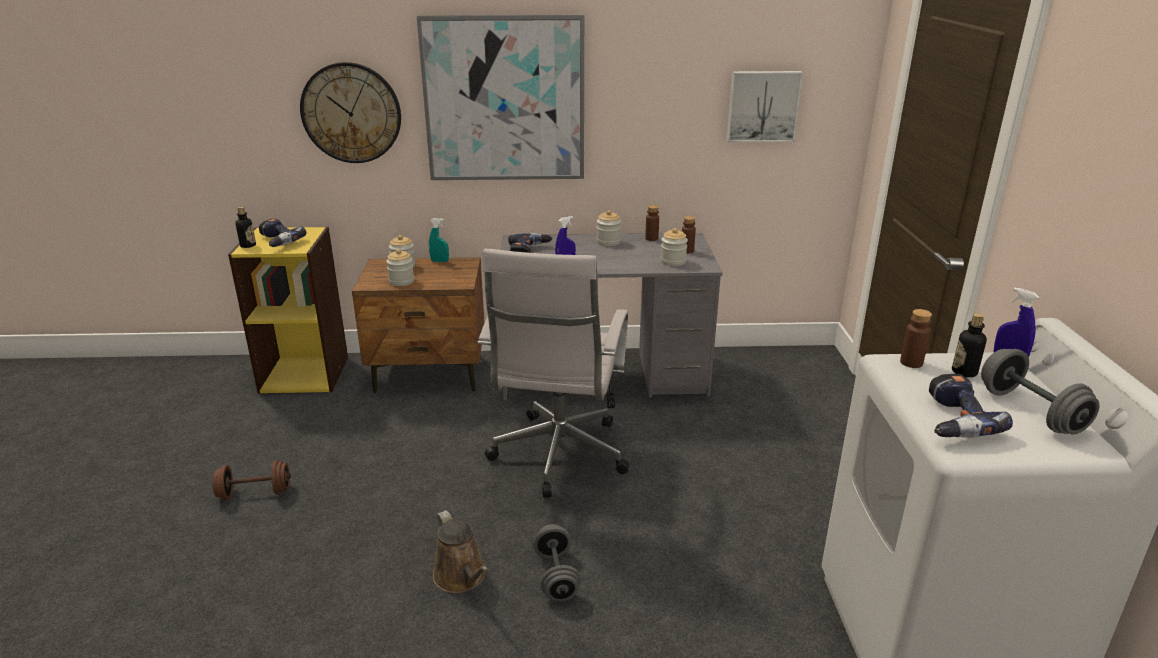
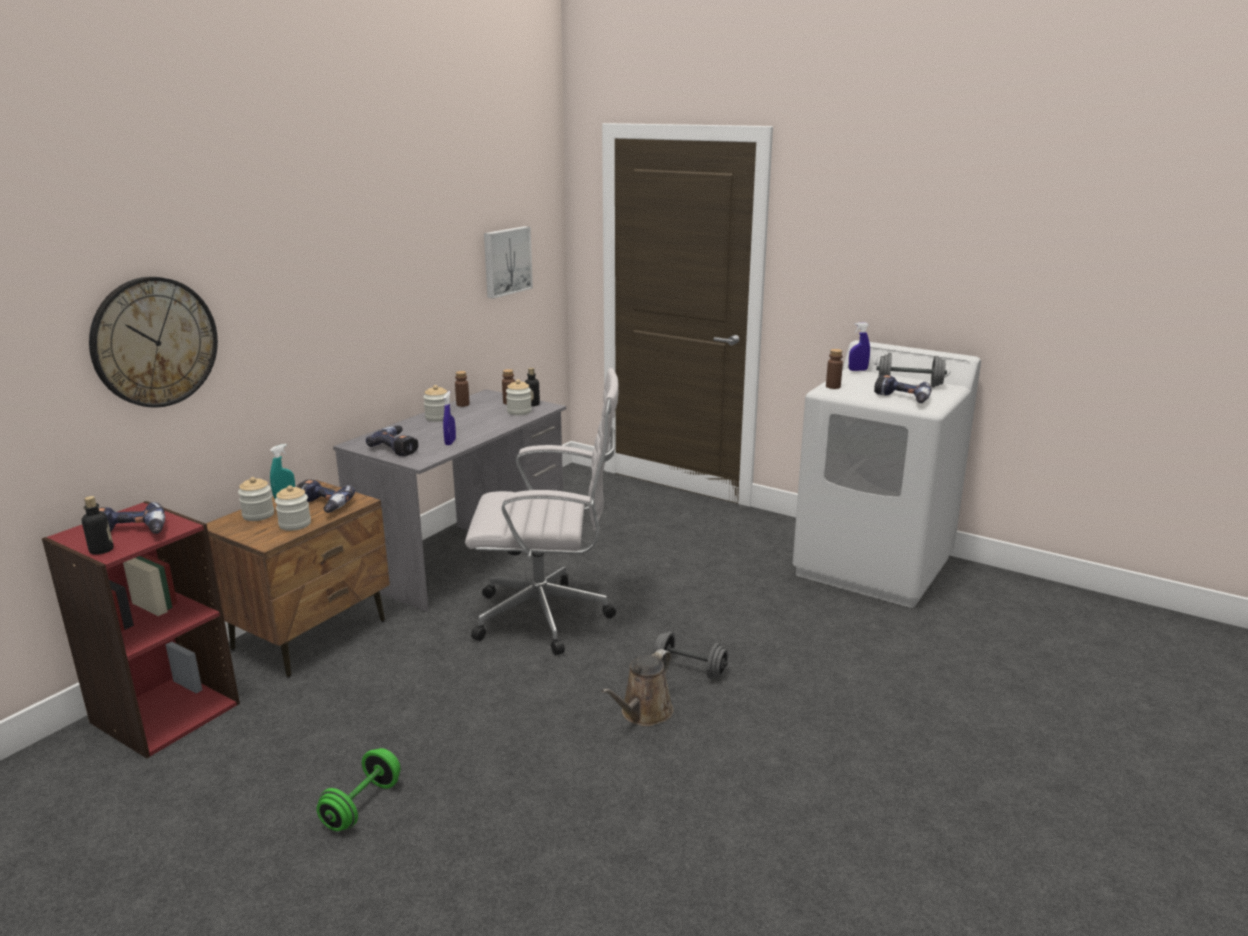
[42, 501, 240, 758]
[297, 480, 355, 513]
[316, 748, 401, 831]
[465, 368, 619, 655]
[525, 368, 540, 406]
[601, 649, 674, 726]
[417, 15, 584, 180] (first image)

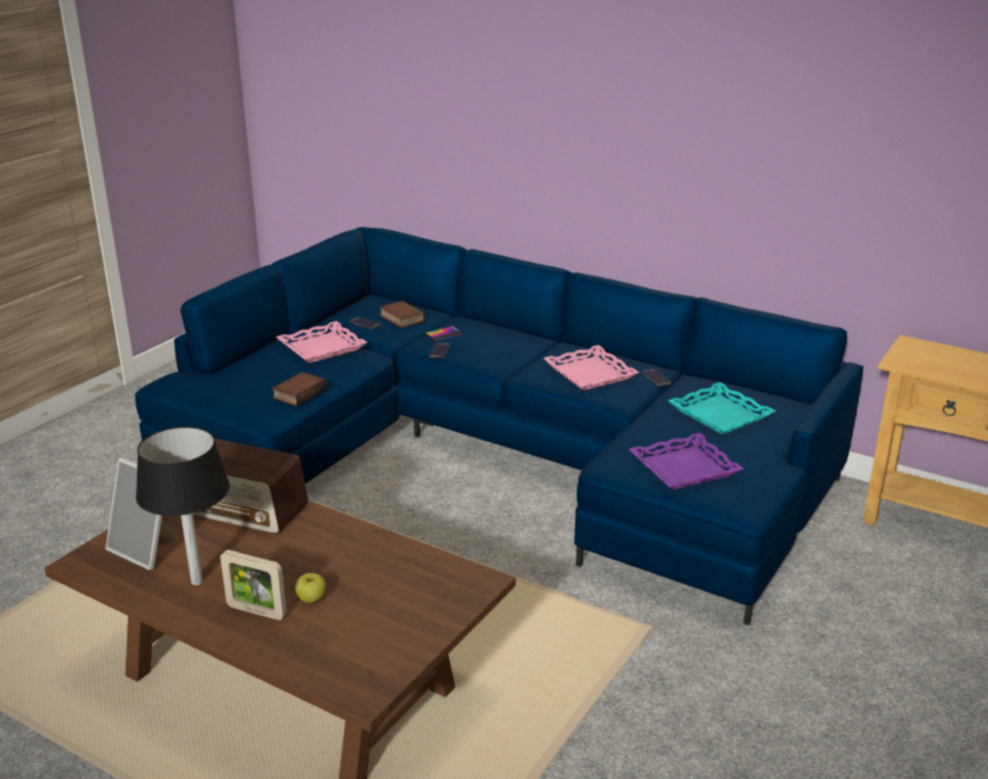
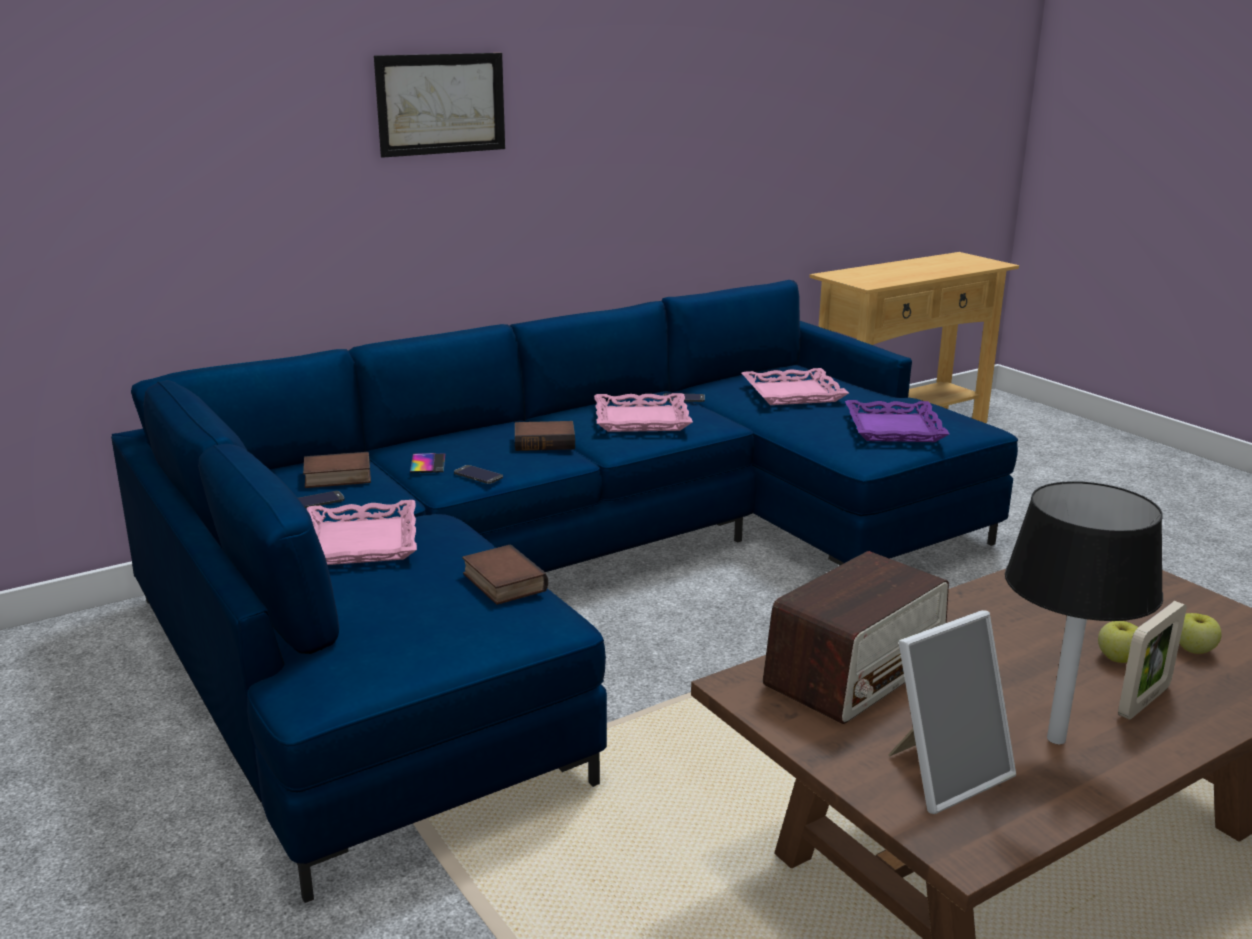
[374, 53, 505, 158]
[515, 421, 575, 451]
[742, 368, 849, 405]
[1179, 613, 1222, 654]

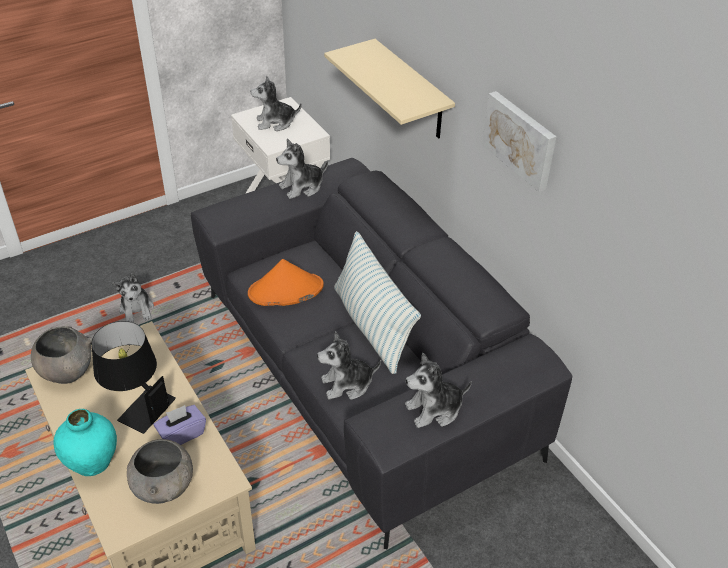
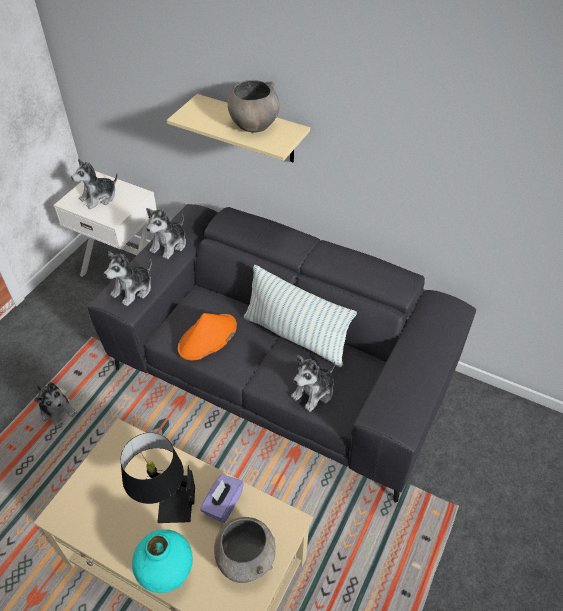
[104, 251, 151, 306]
[228, 80, 280, 133]
[482, 91, 557, 192] (first image)

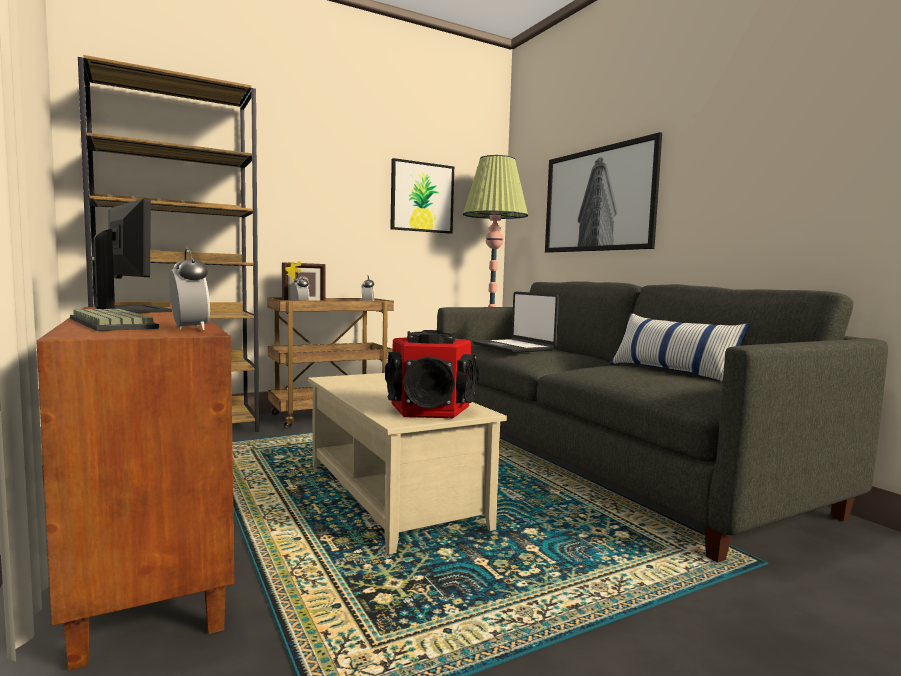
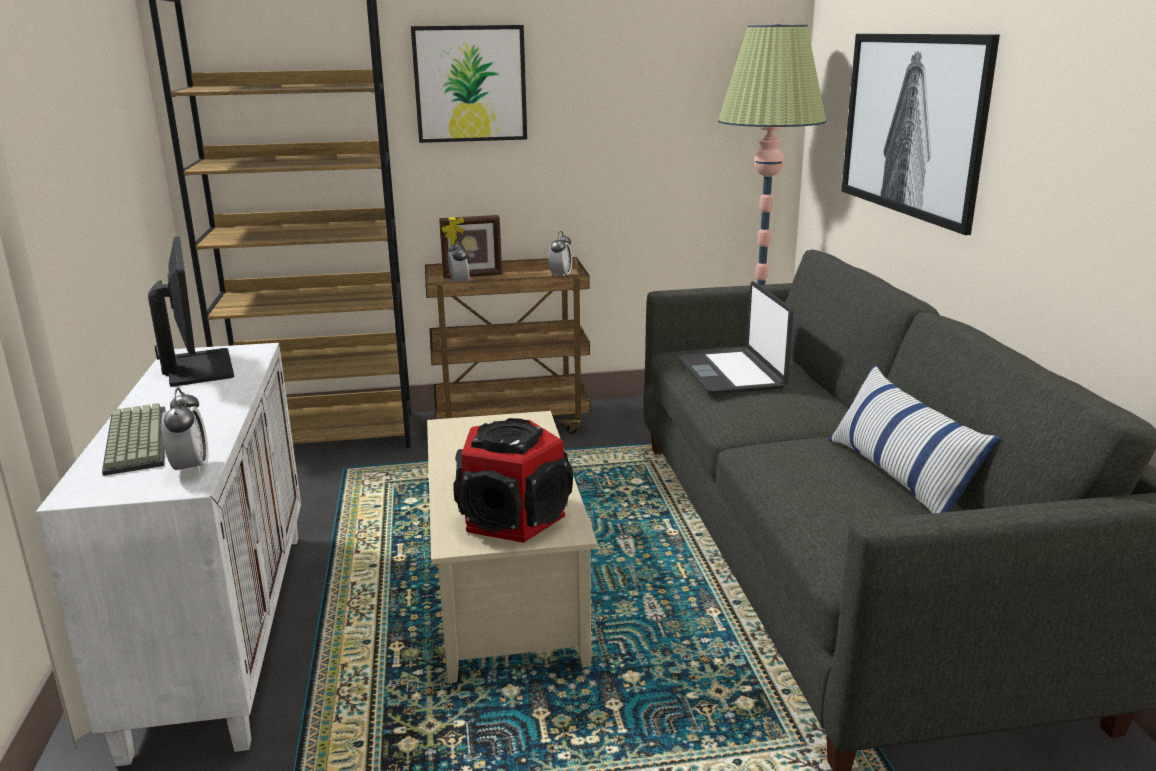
[36, 343, 301, 766]
[411, 25, 527, 143]

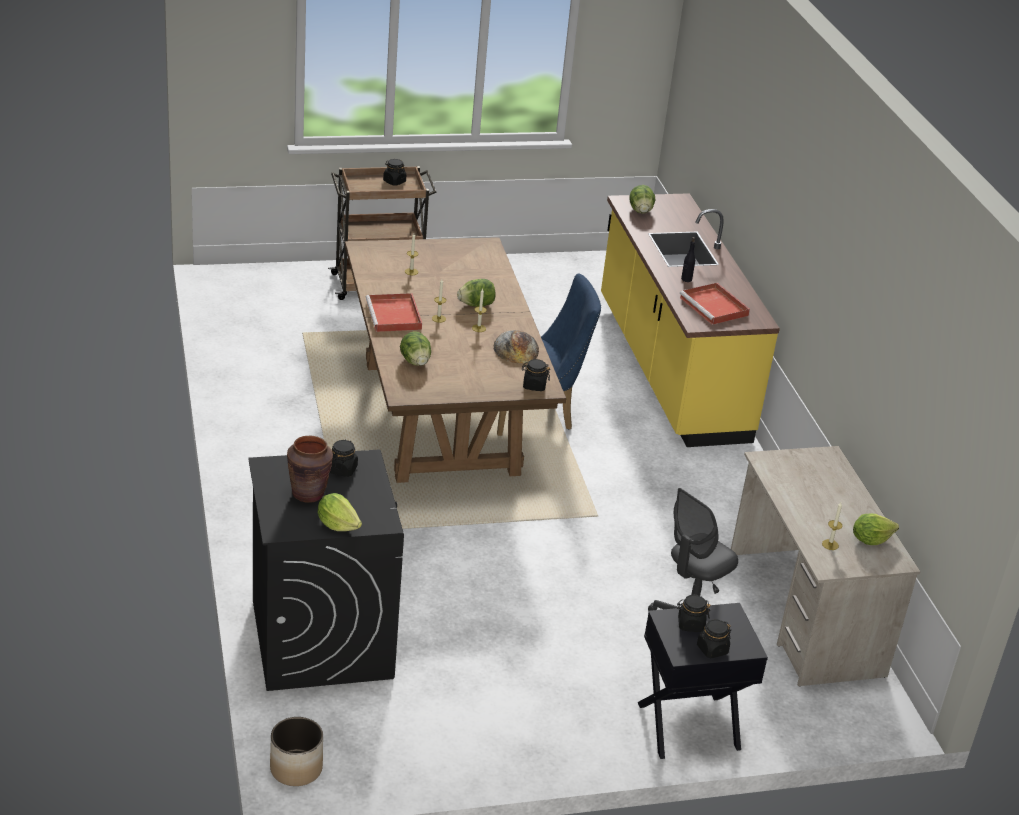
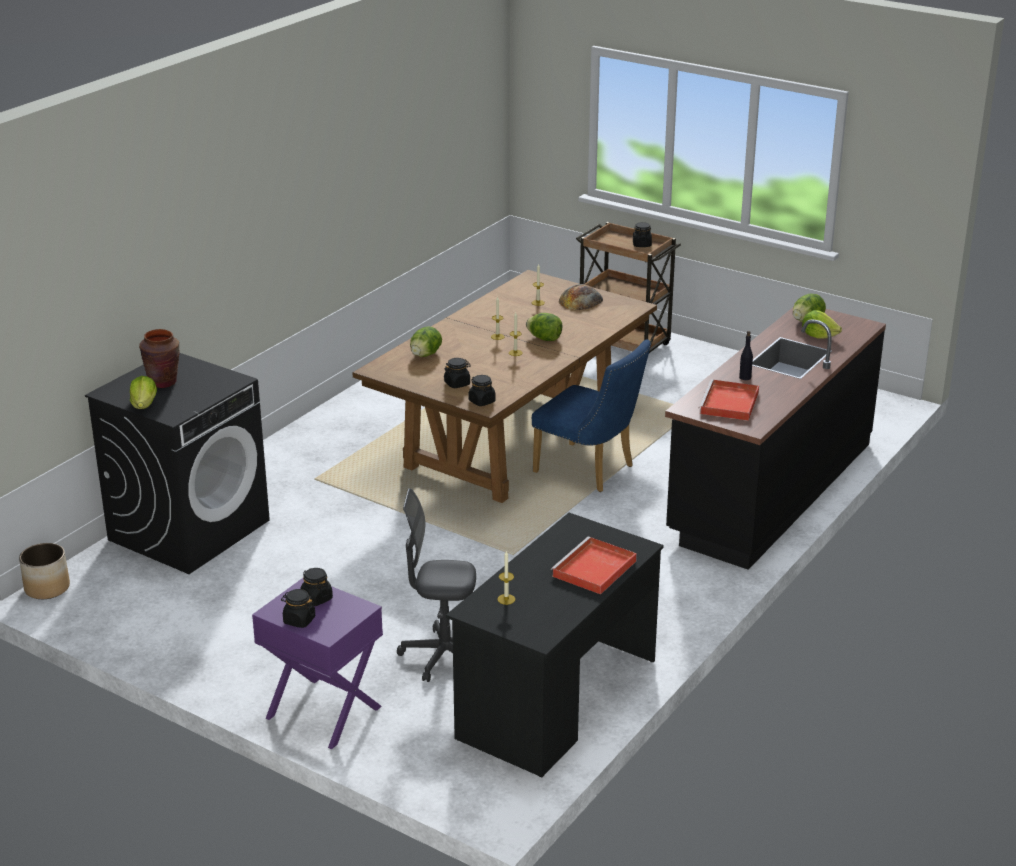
[252, 578, 383, 749]
[444, 358, 471, 388]
[446, 513, 664, 777]
[551, 537, 637, 594]
[559, 284, 603, 310]
[665, 308, 886, 570]
[802, 310, 842, 339]

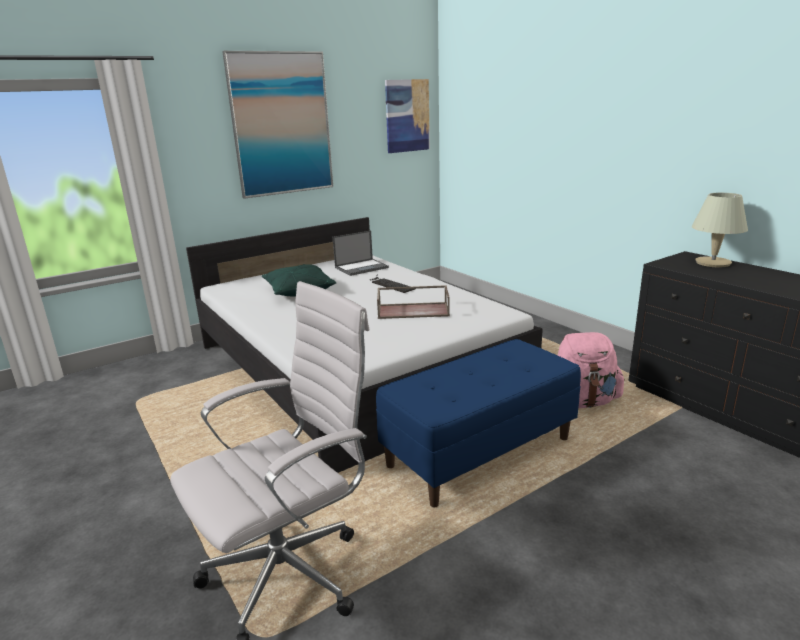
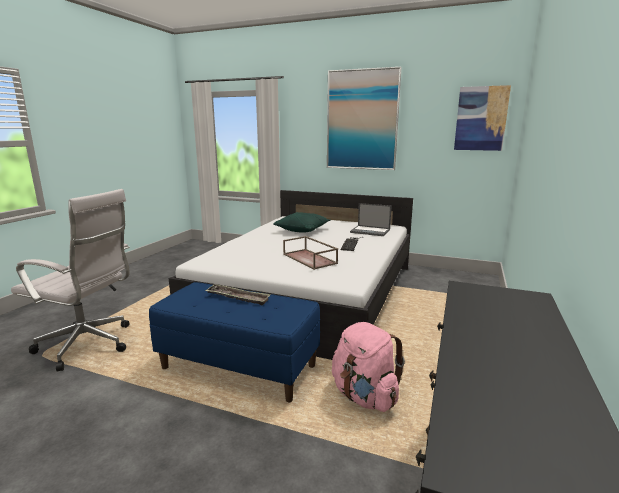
[205, 284, 271, 305]
[692, 193, 748, 267] (first image)

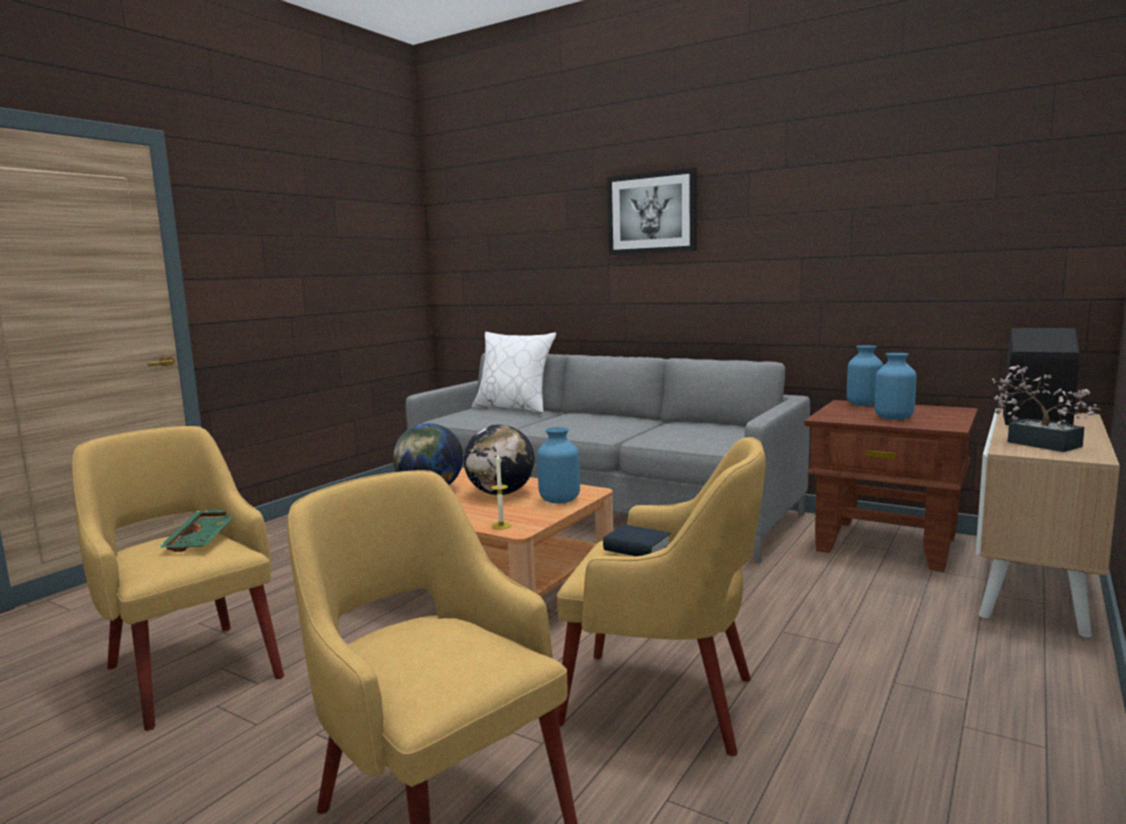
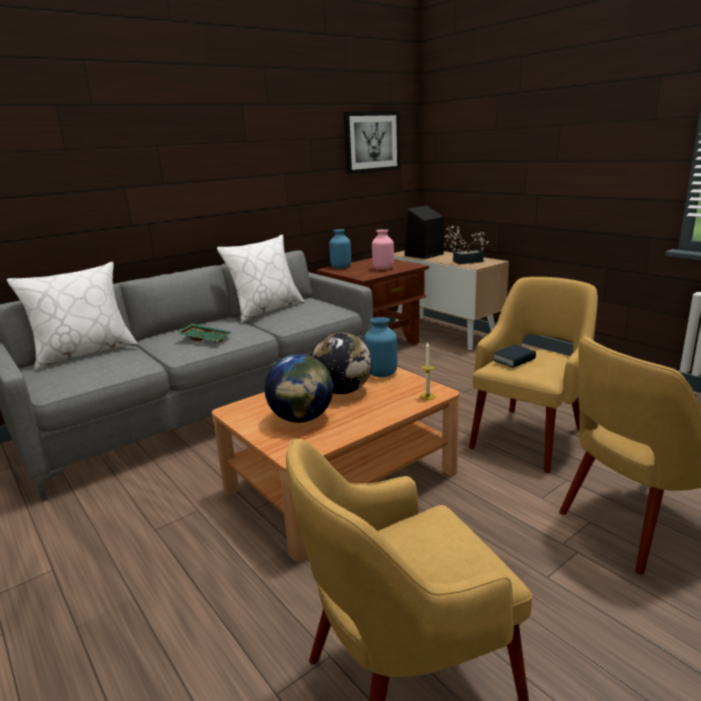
[176, 324, 231, 343]
[217, 235, 305, 322]
[344, 111, 400, 174]
[372, 229, 394, 270]

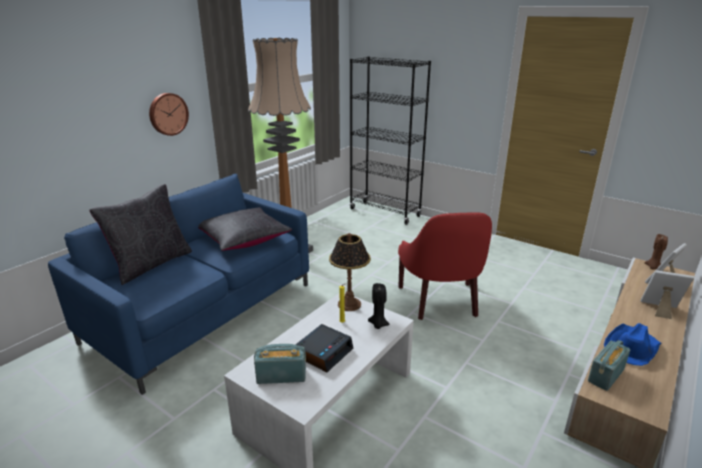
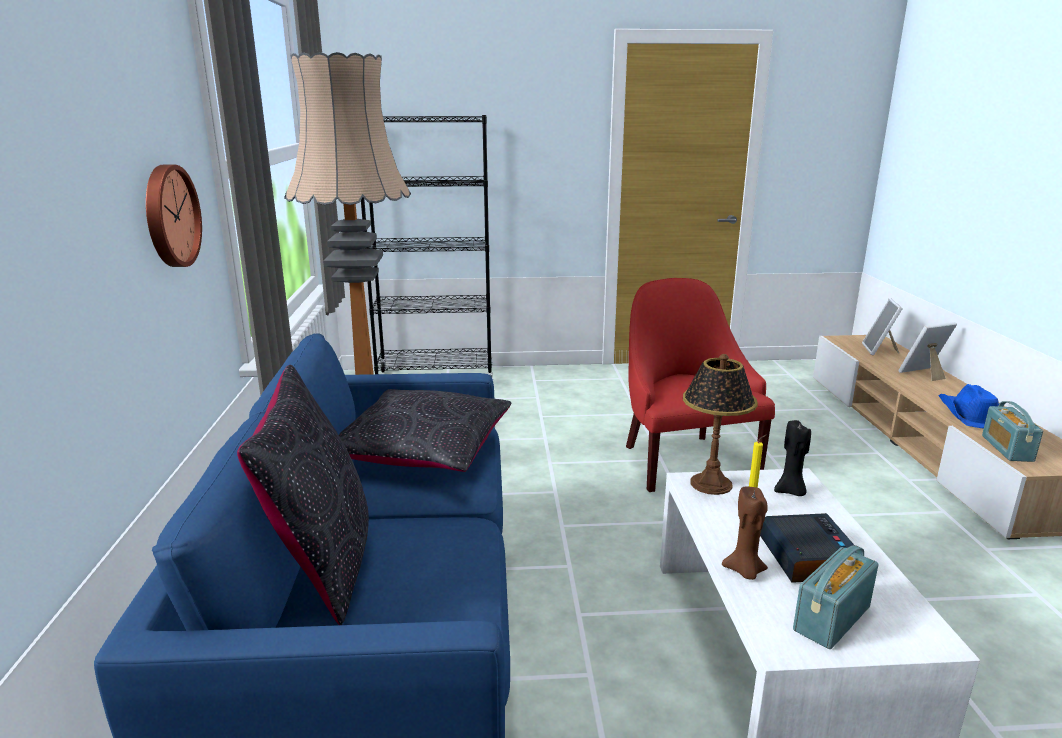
[626, 278, 775, 492]
[722, 486, 768, 580]

